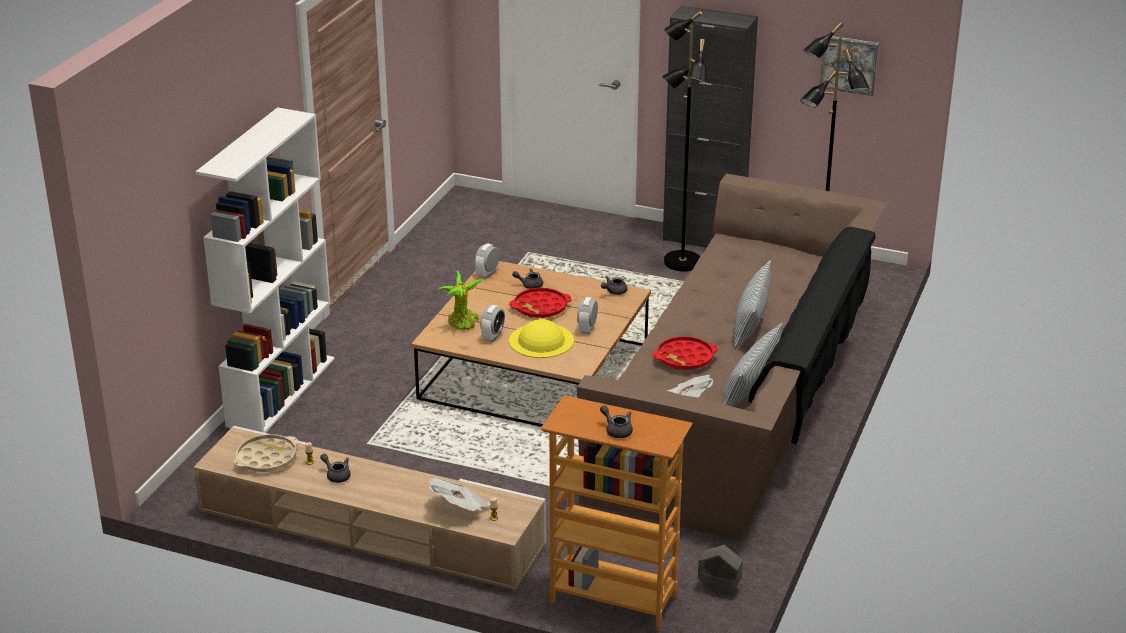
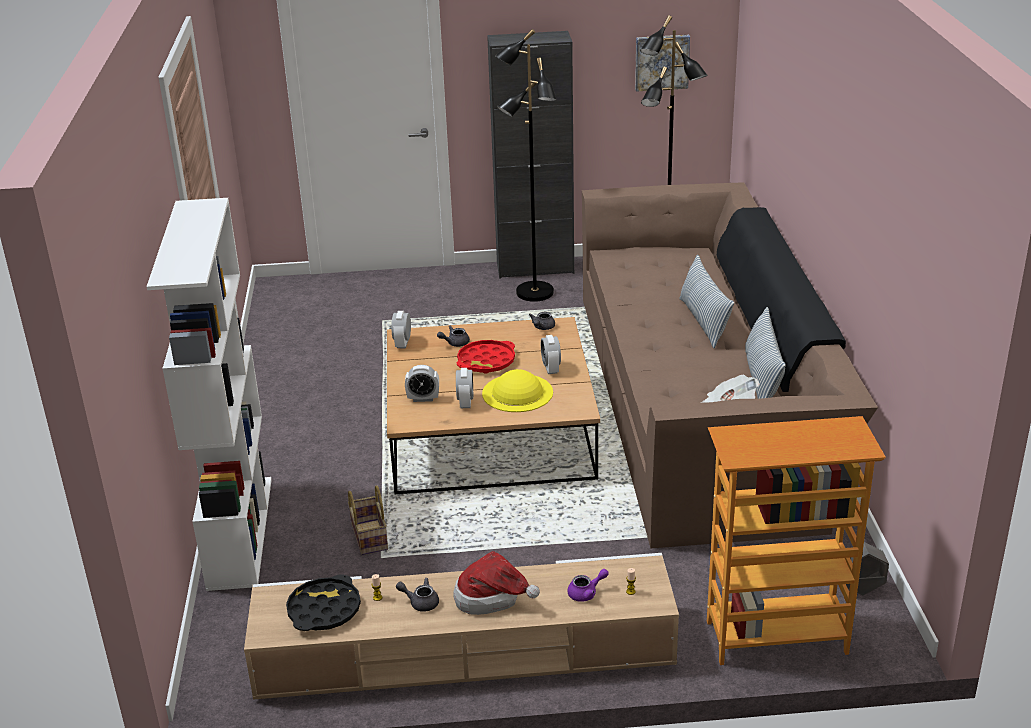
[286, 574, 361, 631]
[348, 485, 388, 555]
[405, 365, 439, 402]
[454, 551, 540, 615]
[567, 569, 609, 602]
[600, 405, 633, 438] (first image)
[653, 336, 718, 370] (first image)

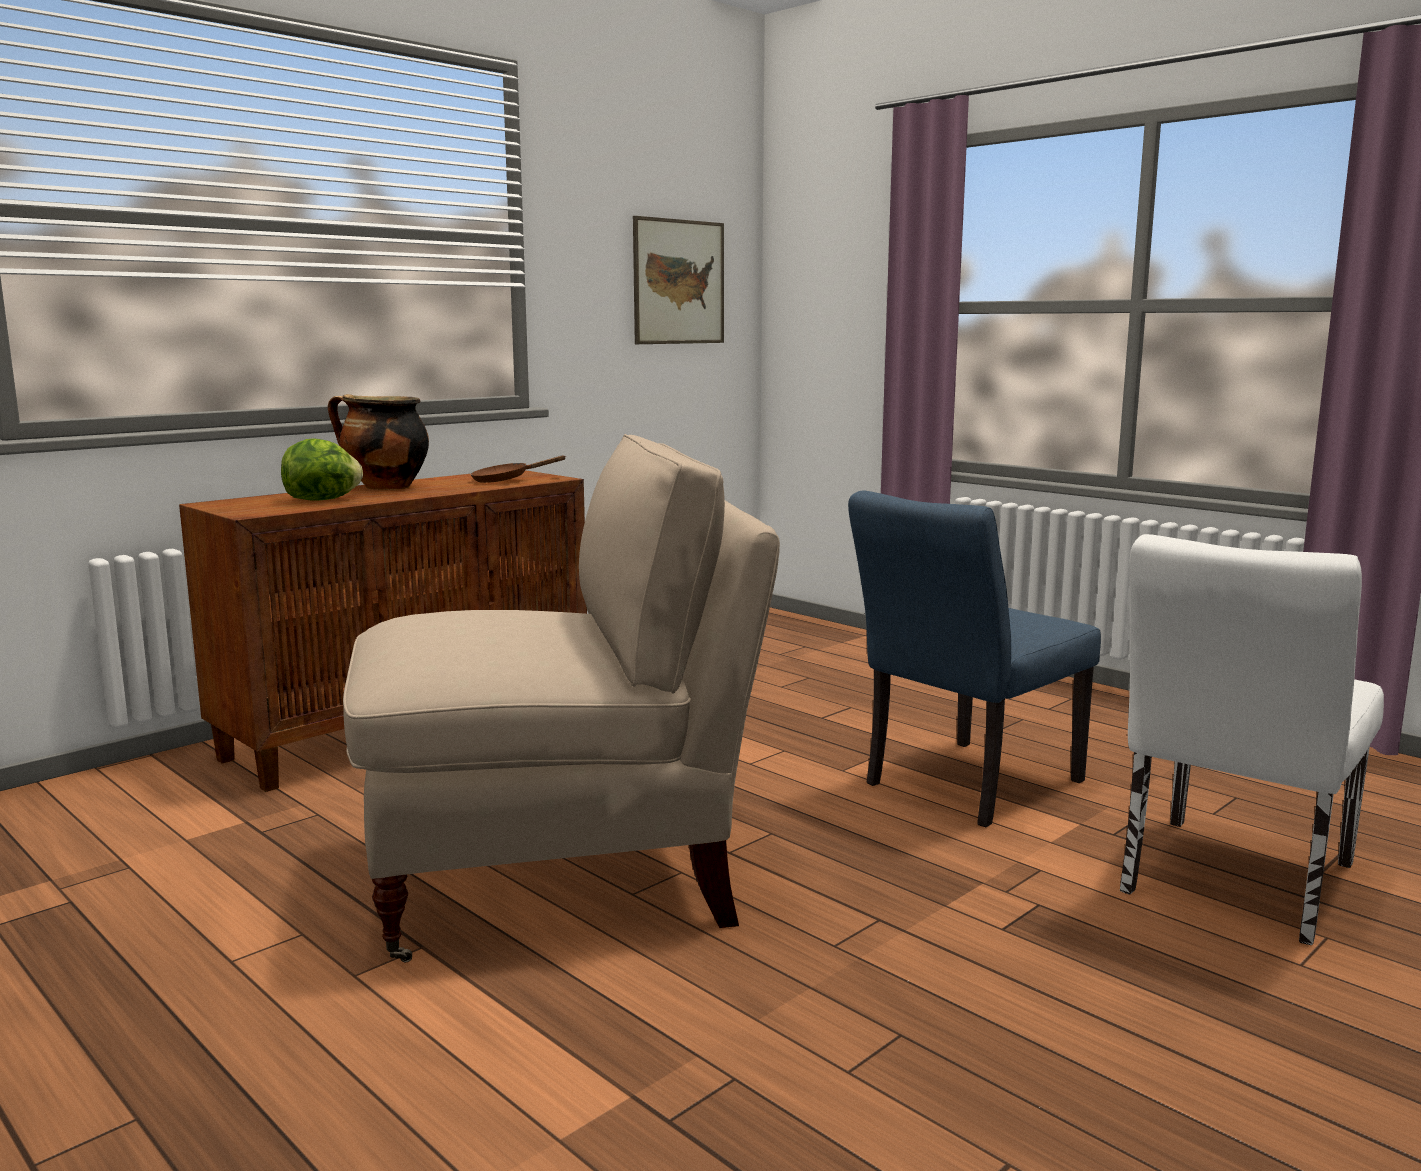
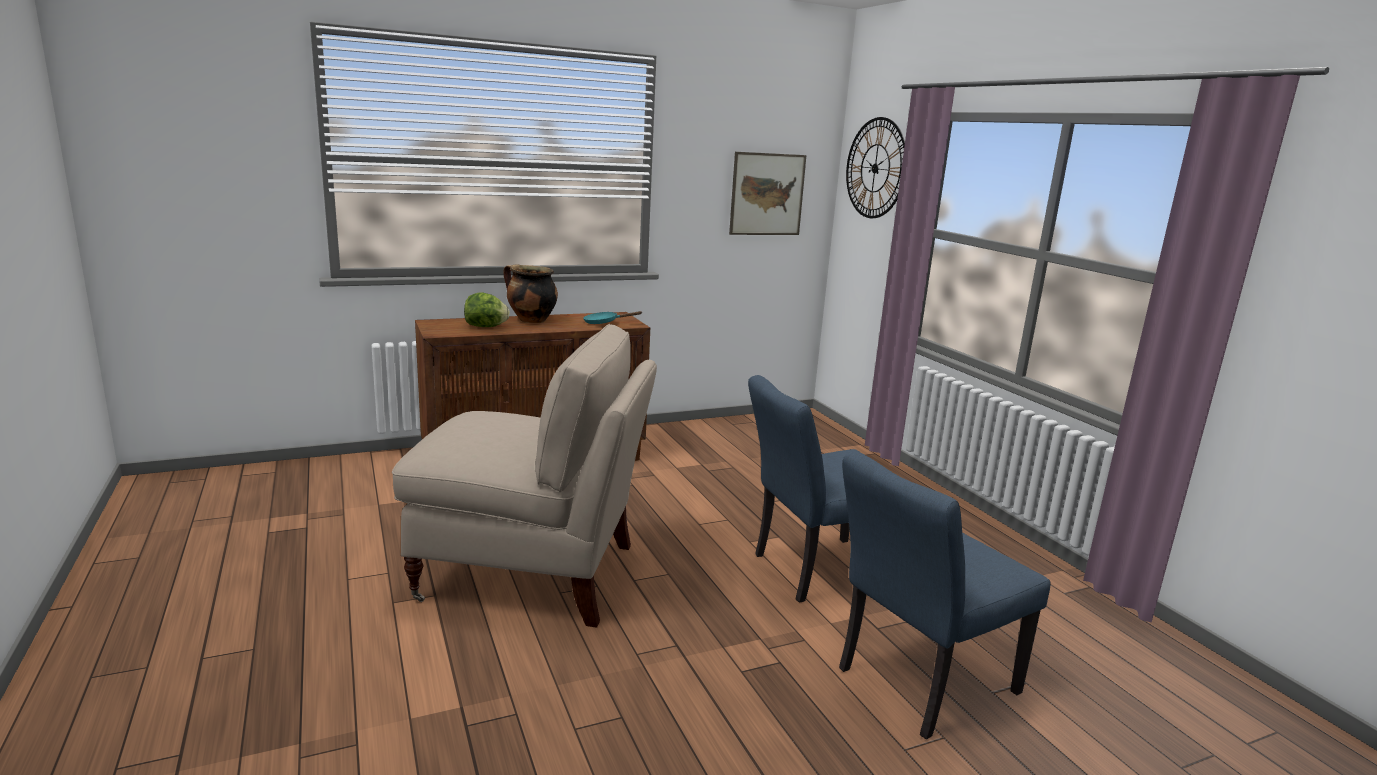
[583, 311, 642, 324]
[839, 451, 1051, 739]
[846, 117, 905, 218]

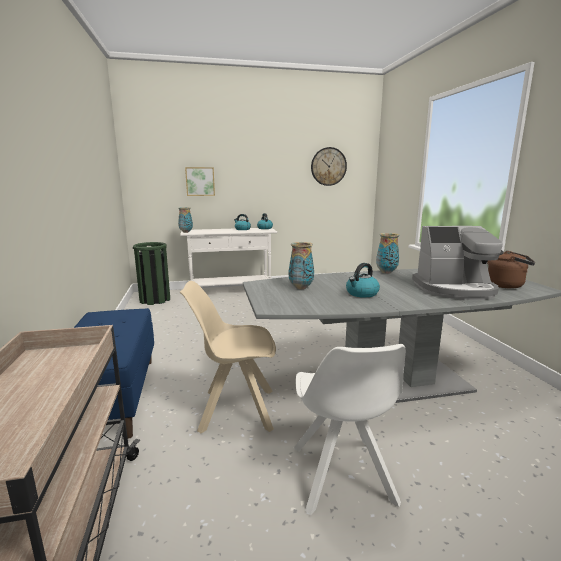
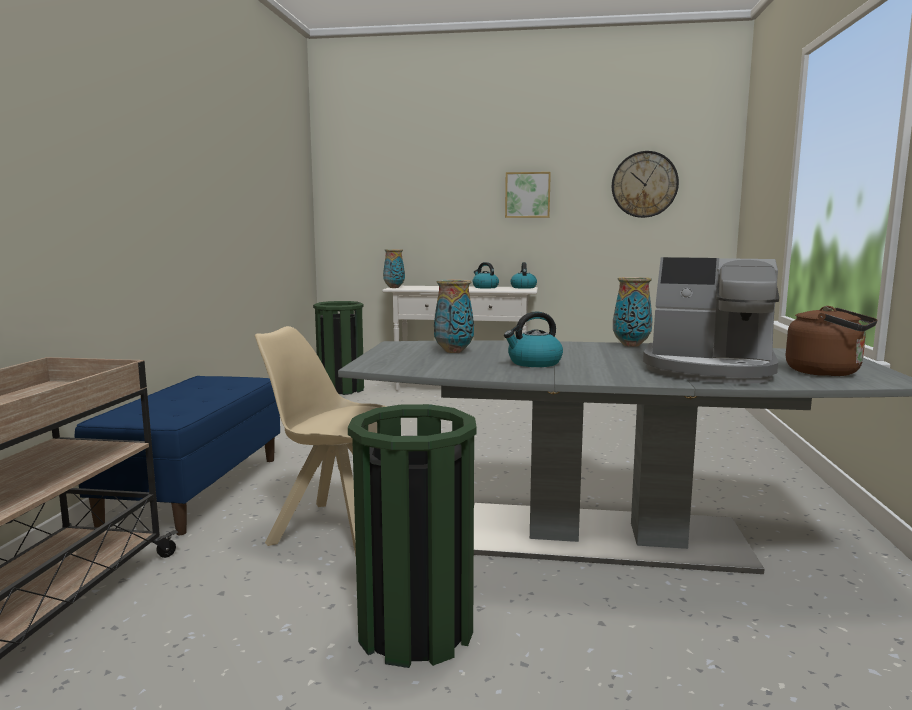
[348, 404, 477, 668]
[505, 172, 551, 218]

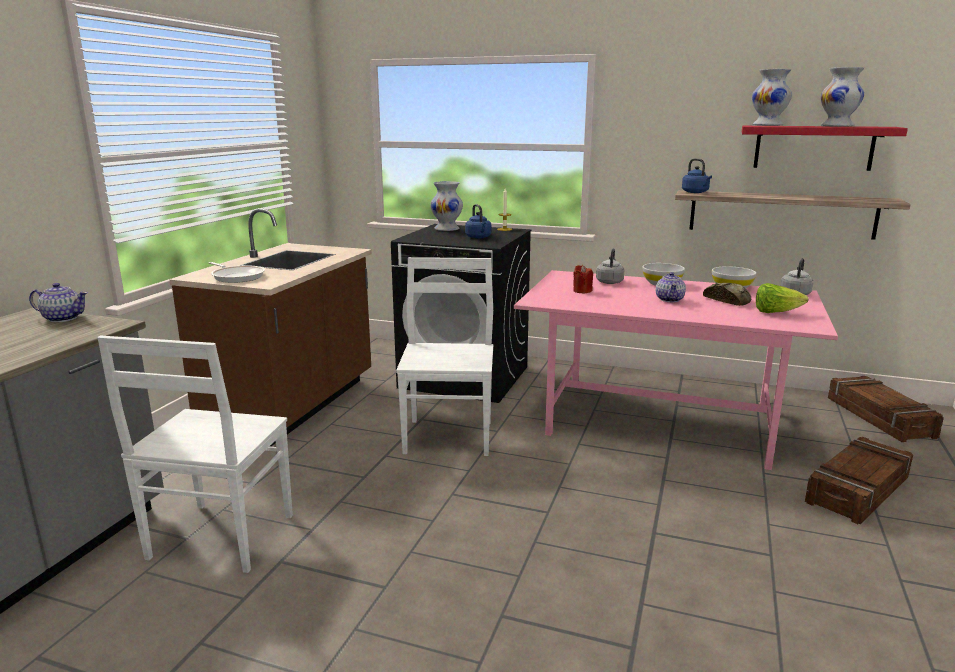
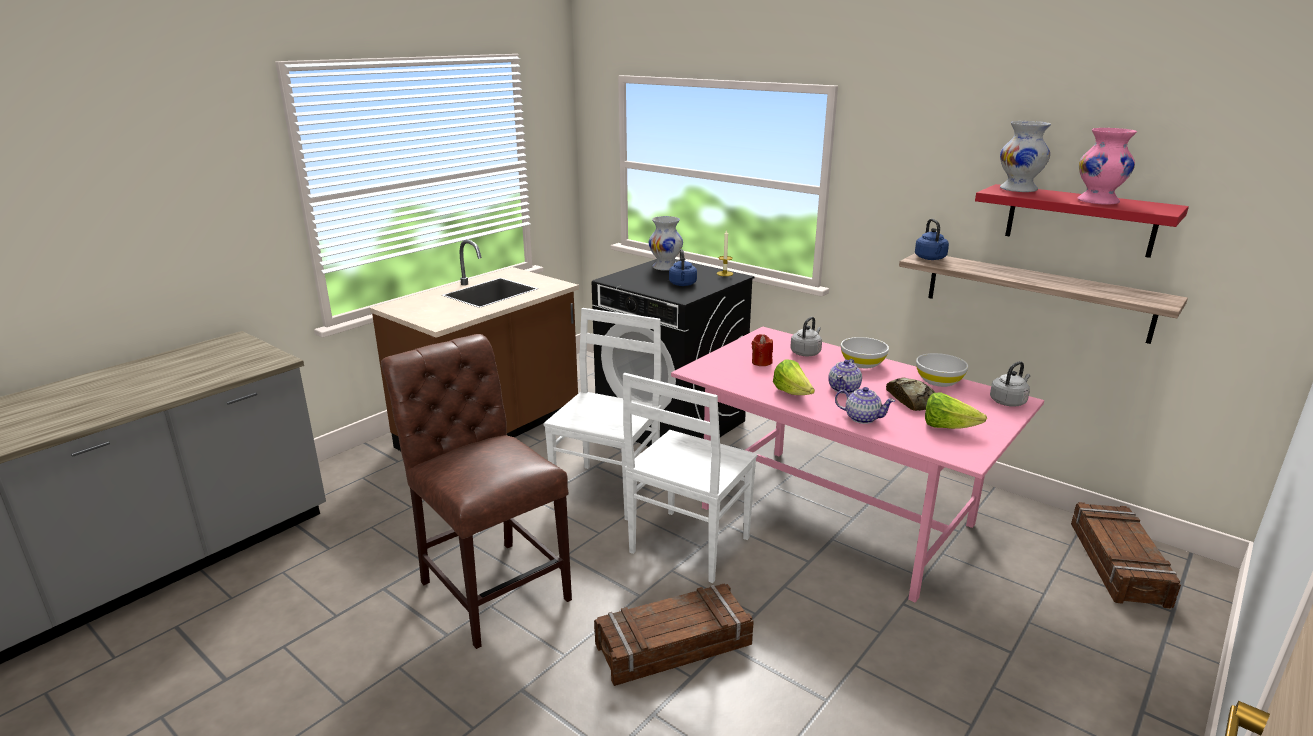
[381, 334, 572, 649]
[594, 584, 754, 686]
[623, 373, 758, 583]
[773, 359, 815, 395]
[835, 387, 895, 424]
[1078, 128, 1137, 205]
[209, 262, 265, 283] (first image)

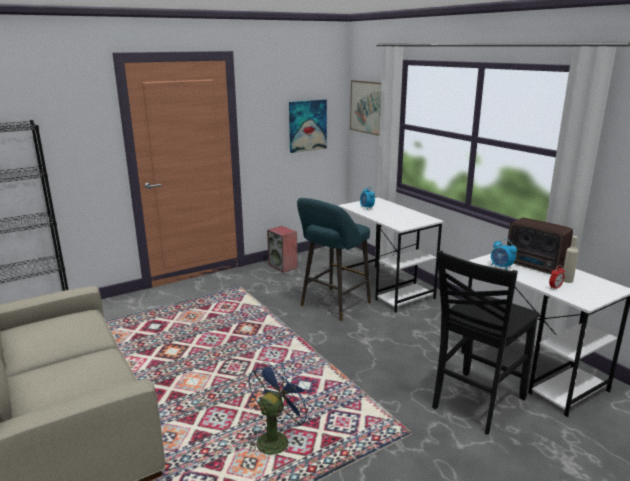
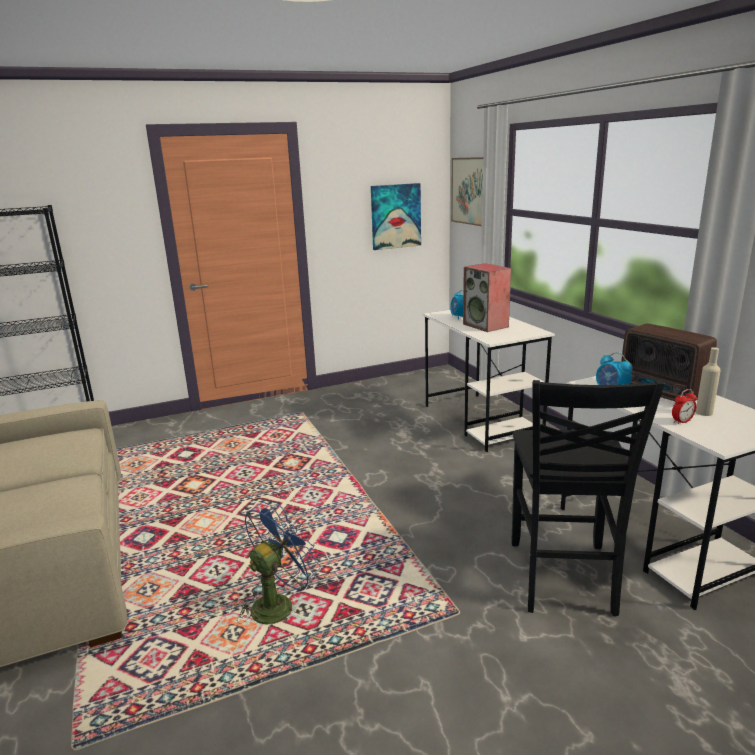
[463, 263, 511, 332]
[512, 380, 664, 617]
[297, 198, 371, 321] (first image)

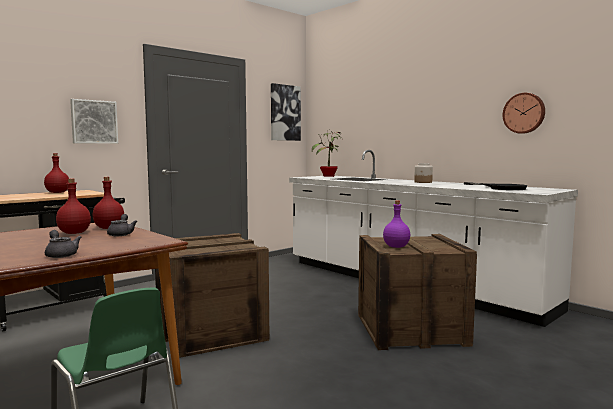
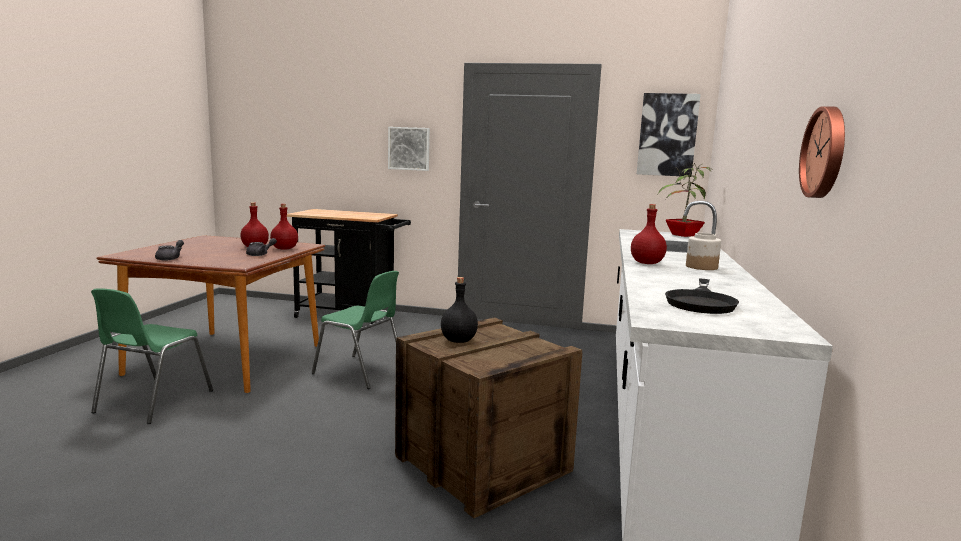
[312, 271, 399, 389]
[441, 277, 478, 343]
[631, 204, 667, 264]

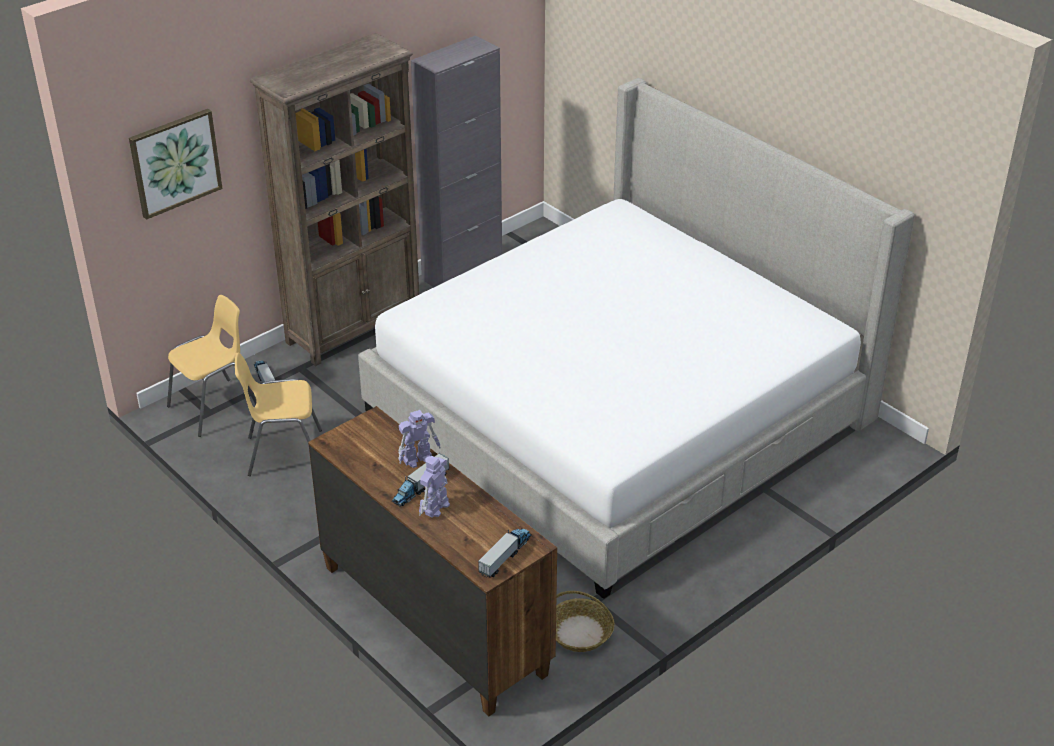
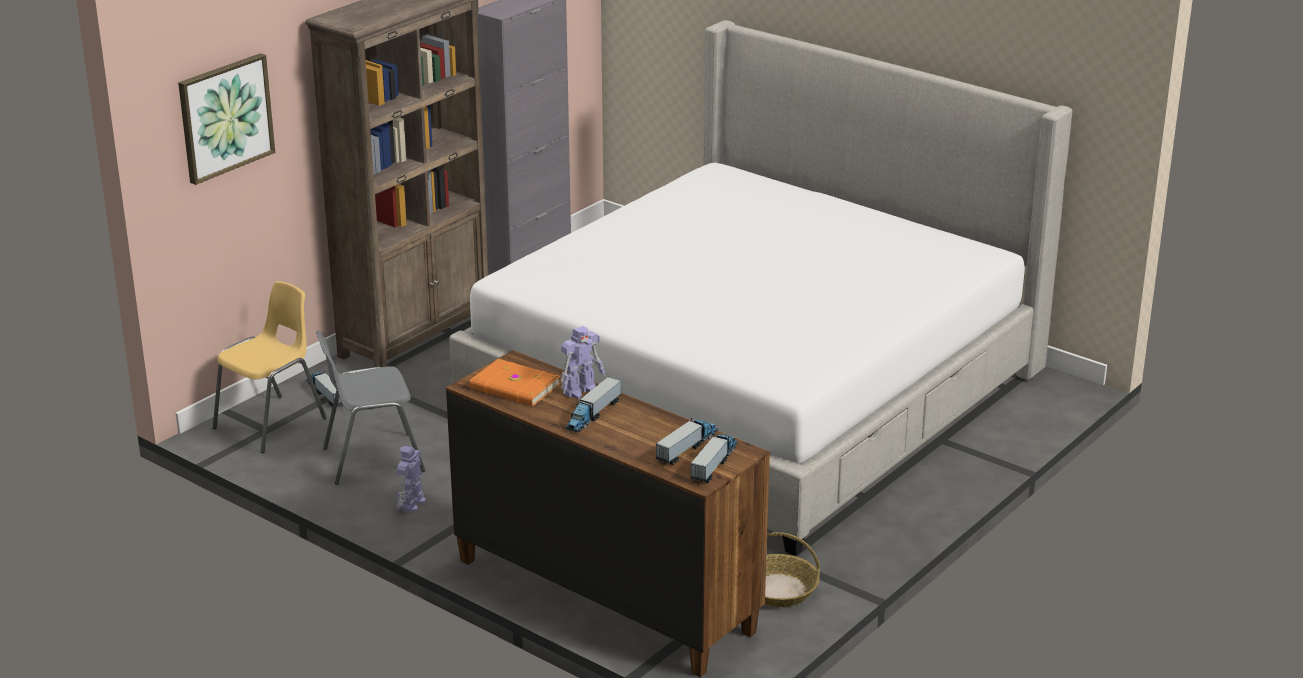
[316, 330, 425, 485]
[397, 446, 426, 512]
[469, 359, 560, 406]
[656, 418, 718, 465]

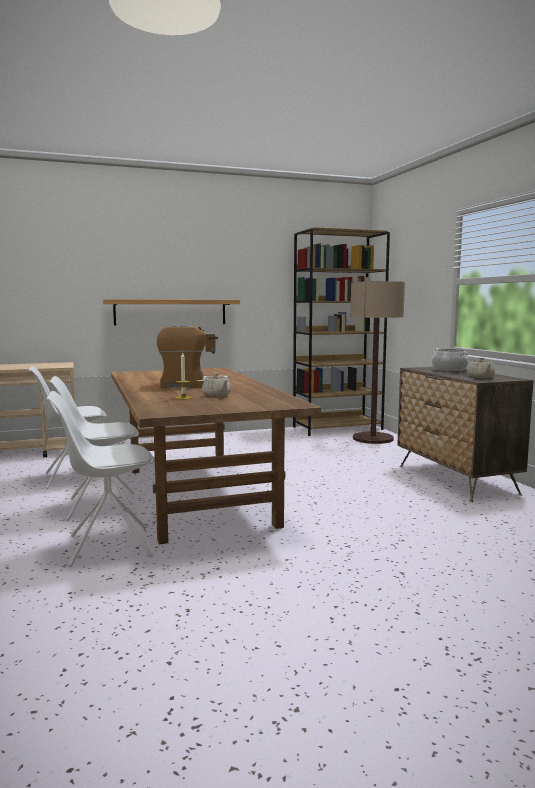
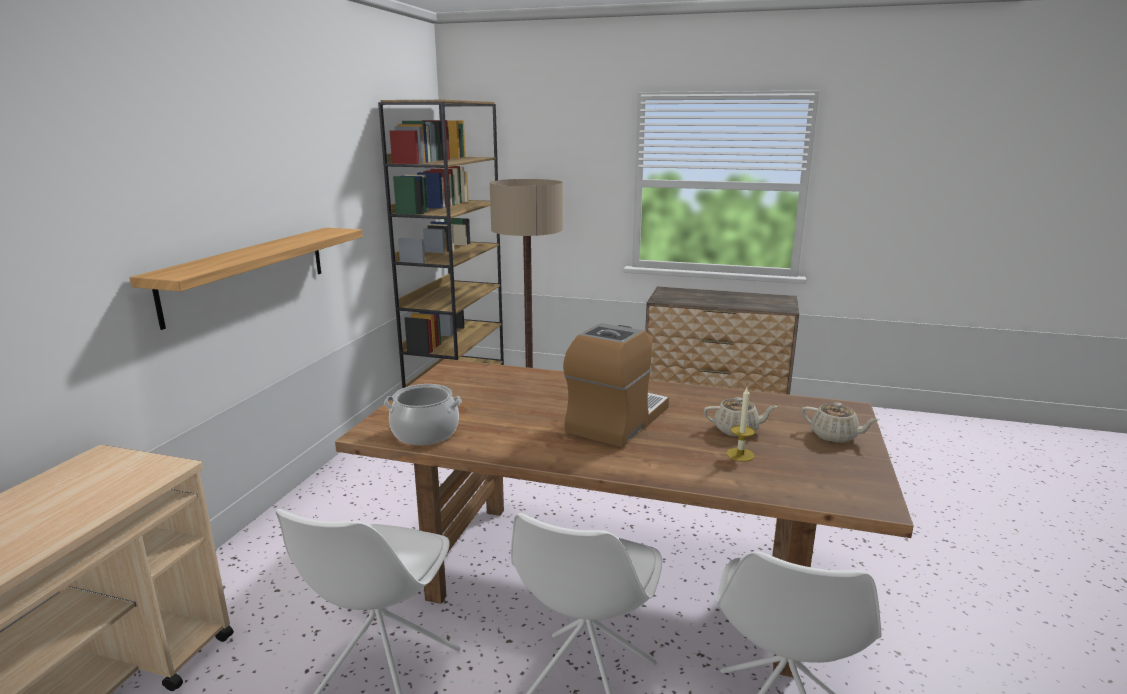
[384, 384, 462, 445]
[801, 402, 880, 443]

